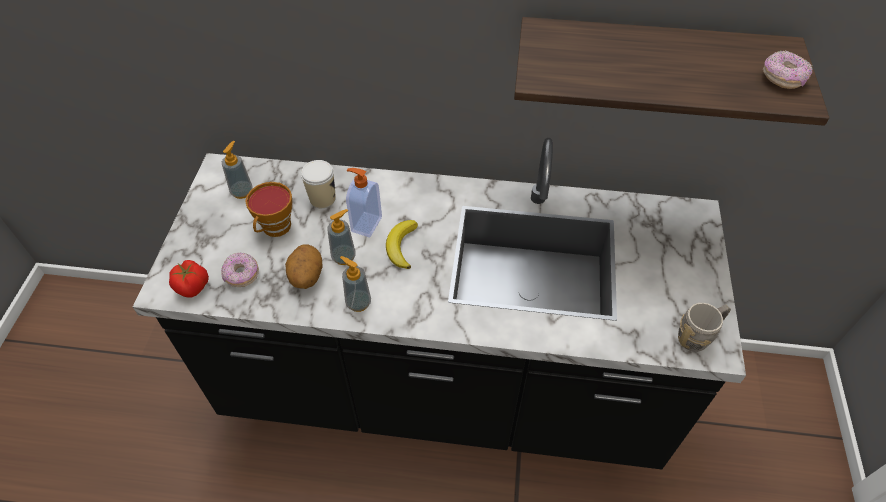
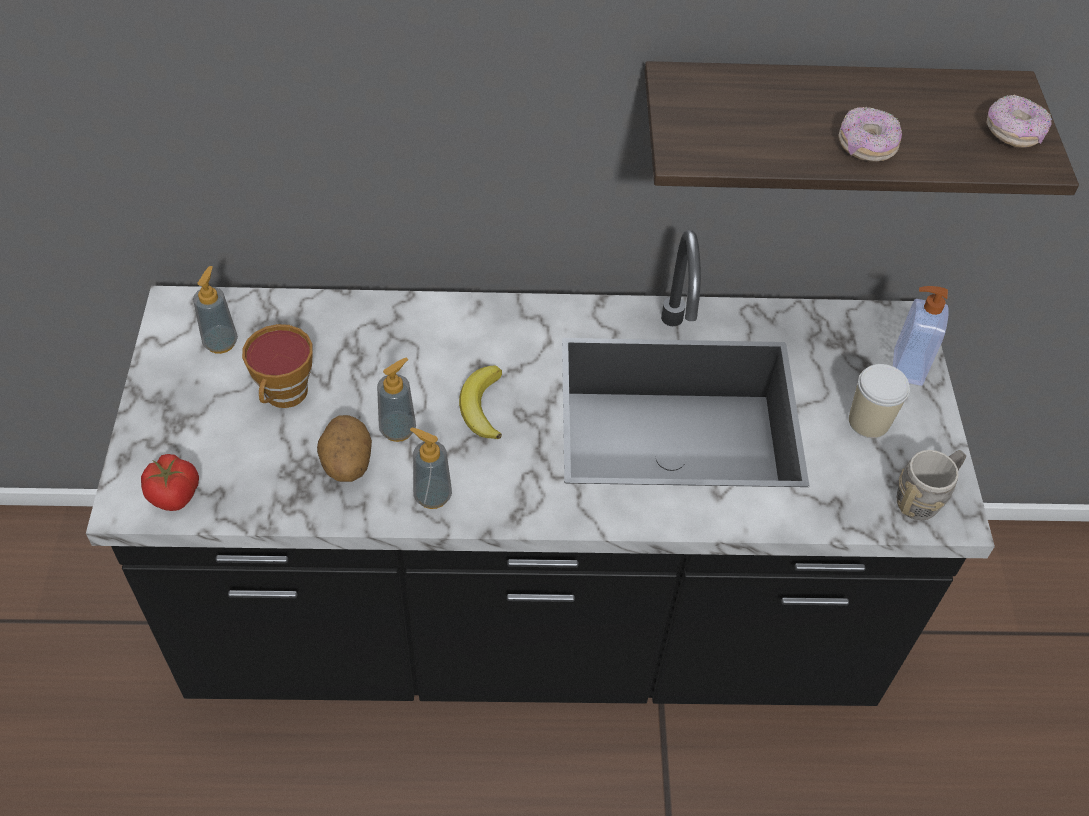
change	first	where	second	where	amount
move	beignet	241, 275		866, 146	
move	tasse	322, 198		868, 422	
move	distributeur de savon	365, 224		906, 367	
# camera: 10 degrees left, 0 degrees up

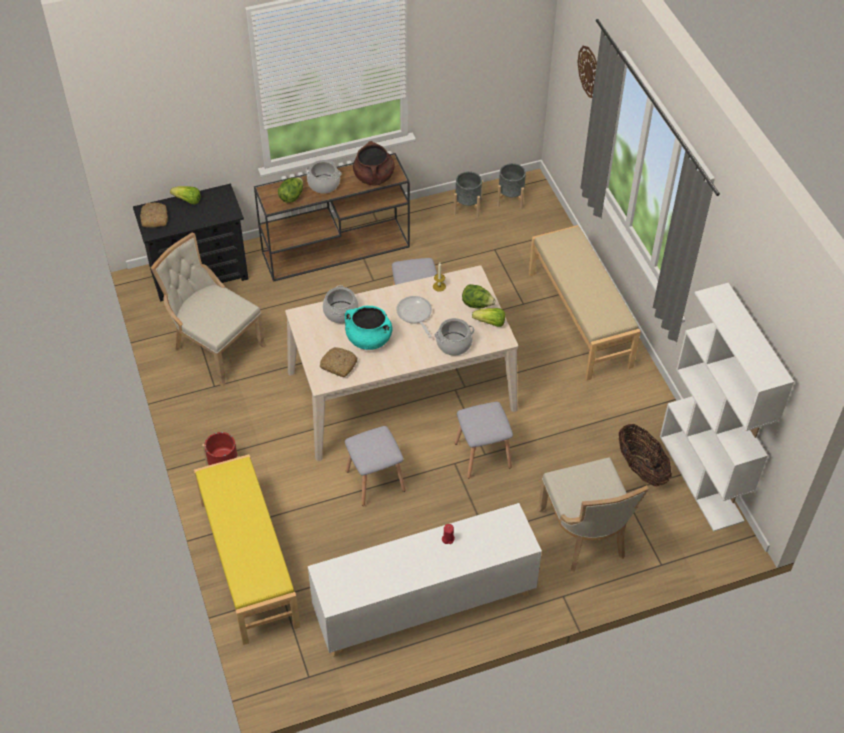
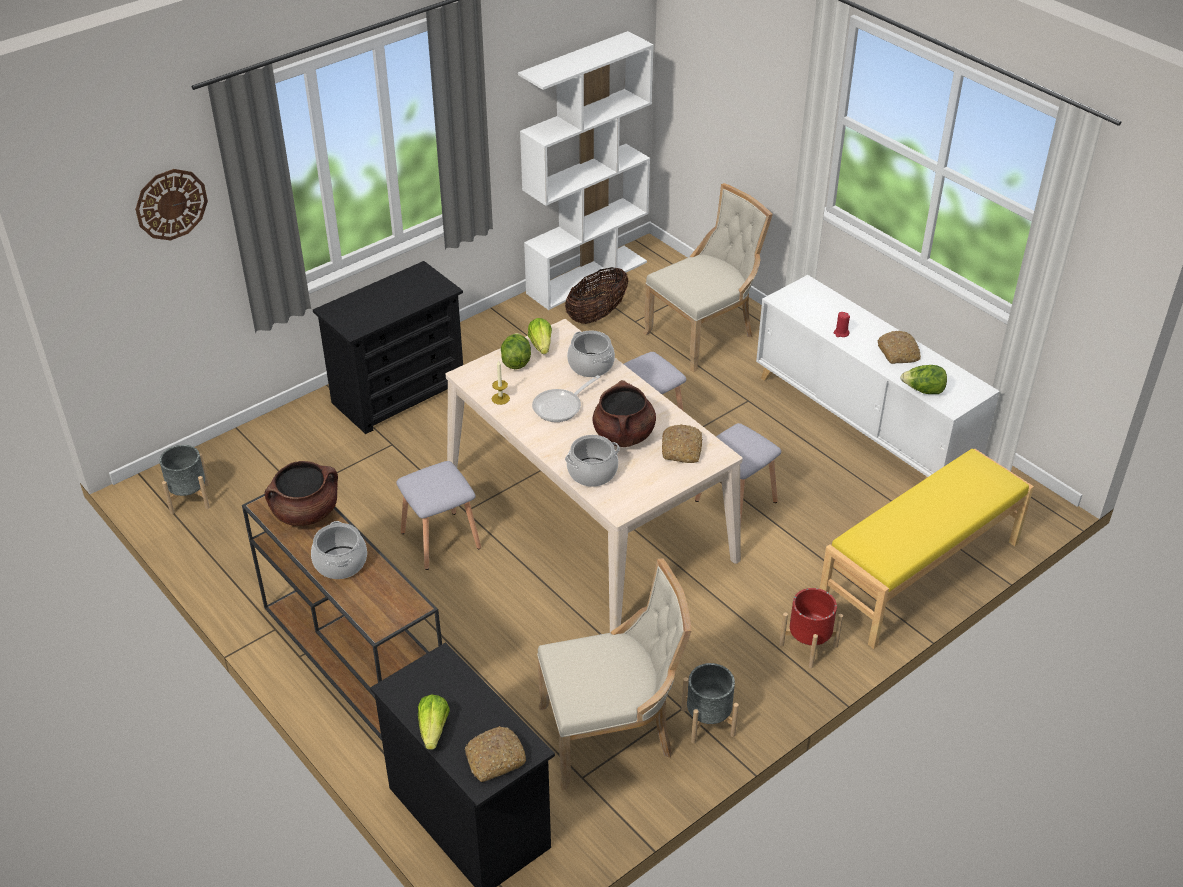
change	first	where	second	where	amount
rotate	chaise/beige	215, 347		611, 734	120 degrees counterclockwise
move	laitue	292, 196		923, 391	
recolor	marmite/turquoise	368, 339	marmite/marron	624, 435	
move	cache-pot/gris	467, 207		707, 722	
replace	banc/beige	580, 319	commode/noir	399, 393	
insert			pain	898, 353	
# camera: 110 degrees left, 10 degrees down

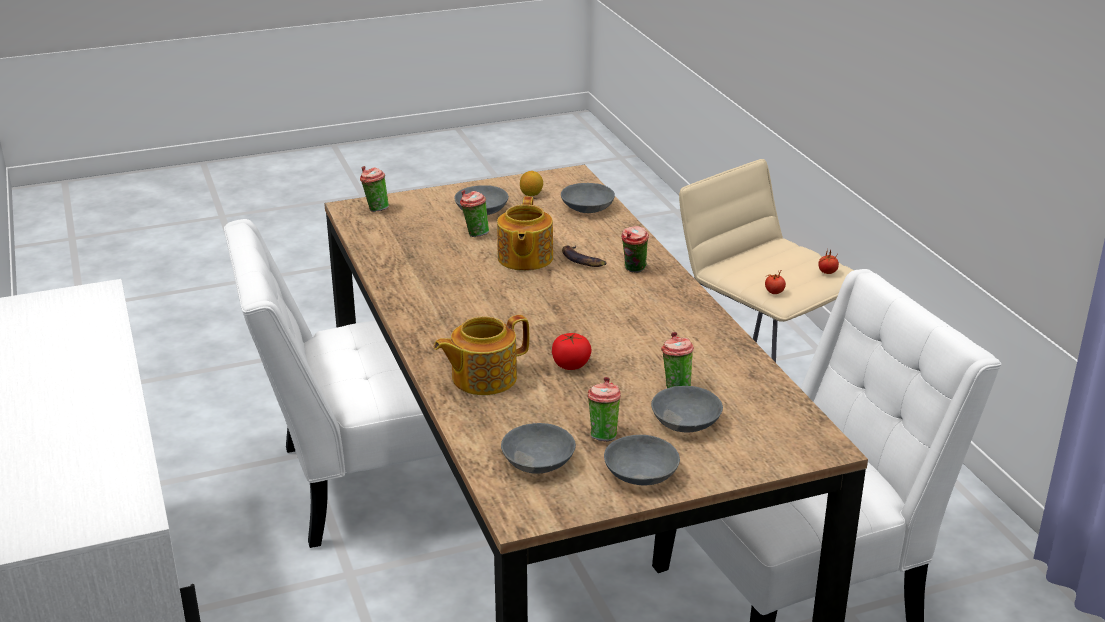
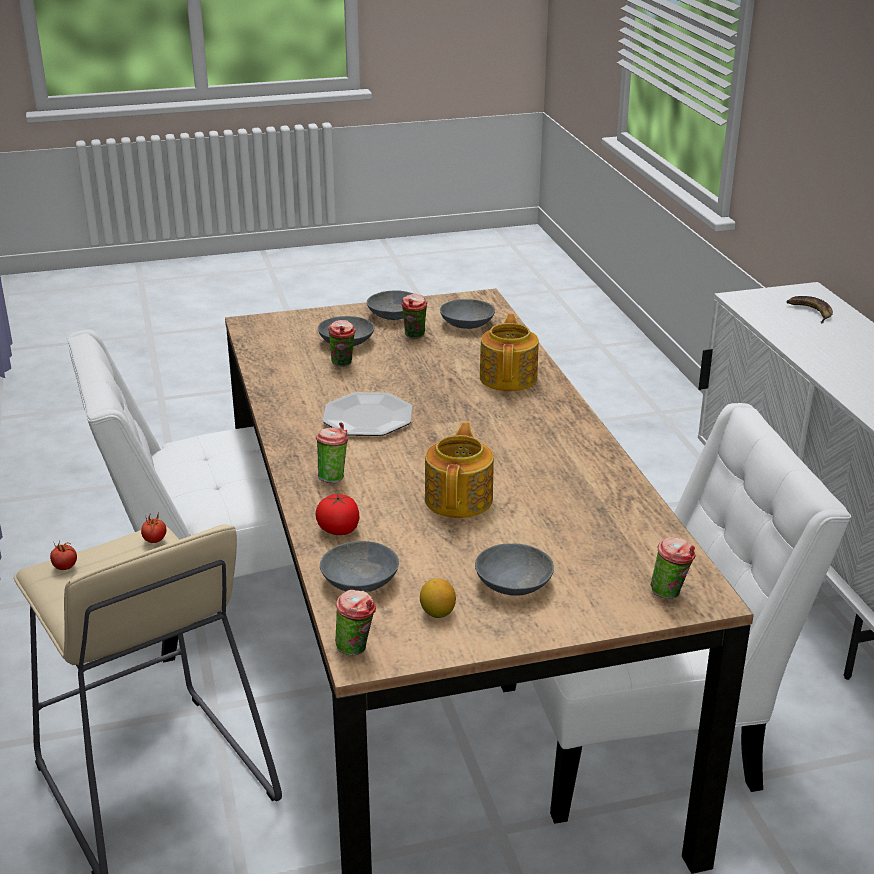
change	first	where	second	where	amount
rotate	théière	482, 378		509, 377	60 degrees counterclockwise
move	tasse	474, 234		357, 649	
move	tomate	571, 365		338, 530	
move	banane	582, 260		810, 312	
insert			assiette	368, 417	
# camera: 175 degrees left, 0 degrees up

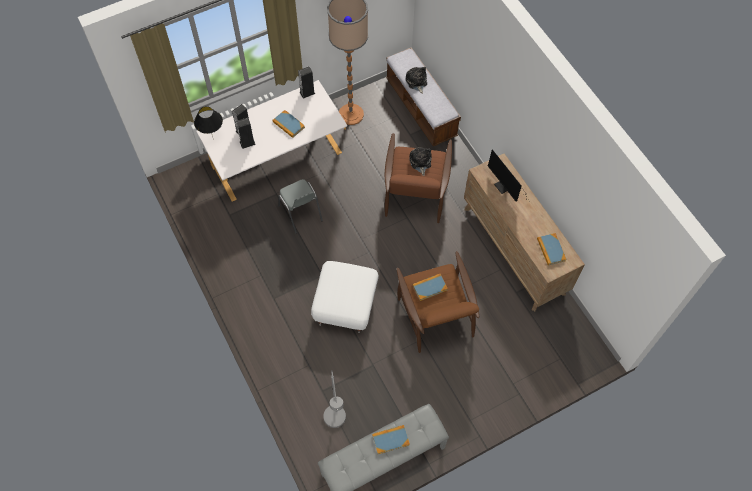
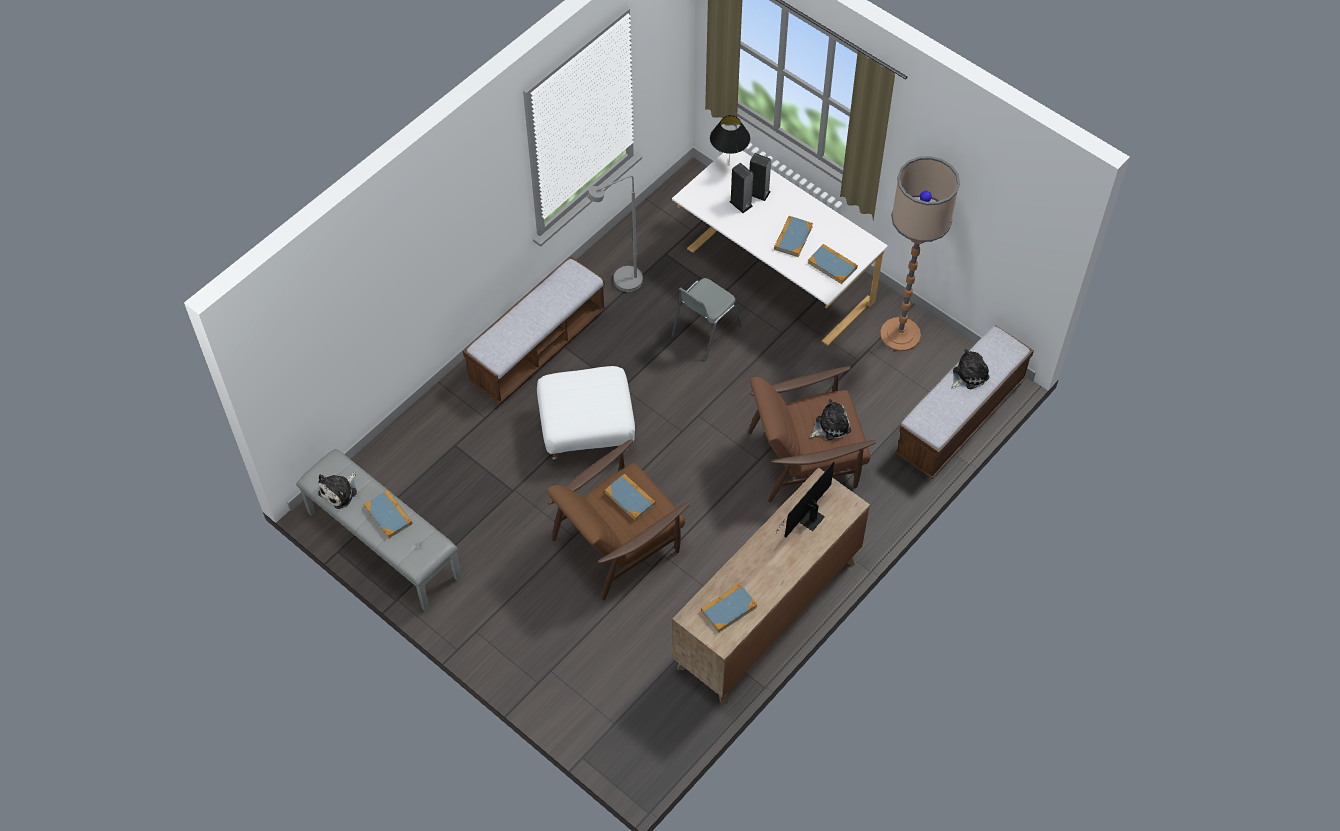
change	first	where	second	where	amount
delete	enceinte	307, 92			
move	lampadaire/gris	336, 423		621, 284	
insert			peluche	340, 491	
insert			banc	538, 347	
insert			livre	832, 265	
# camera: 70 degrees right, 5 degrees down

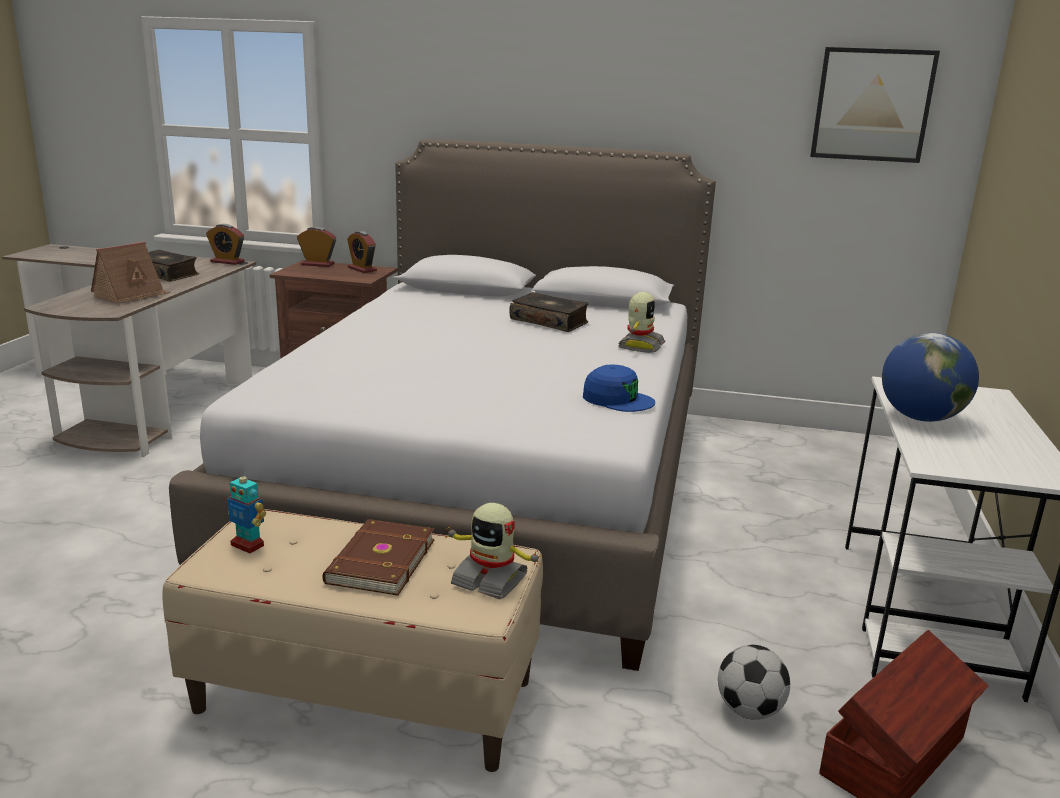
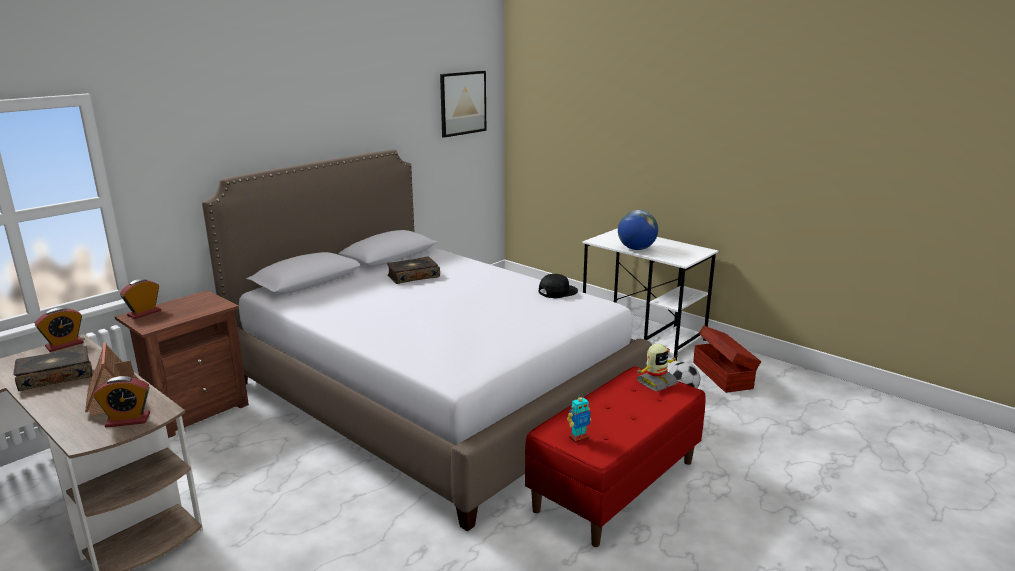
change	first	where	second	where	amount
recolor	banc/beige	366, 695	banc/rouge	615, 485	
delete	livre/marron	378, 561			
move	réveil	362, 269		128, 420	
recolor	casquette/bleu	617, 399	casquette/noir	557, 291	
delete	robot jouet	640, 346			
# camera: 60 degrees left, 0 degrees up

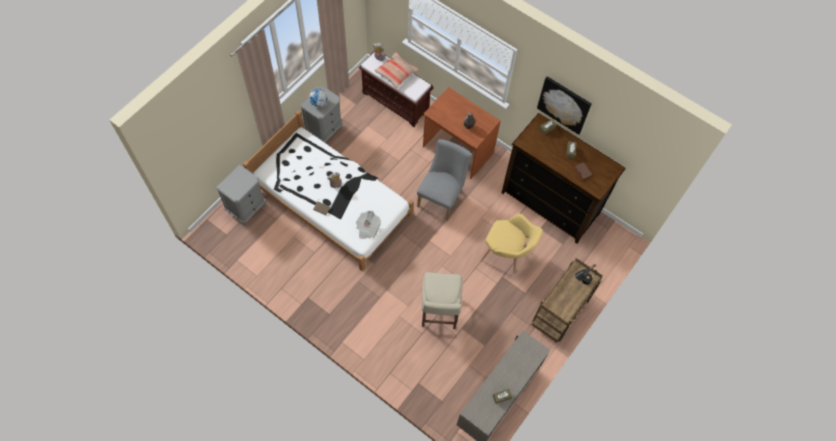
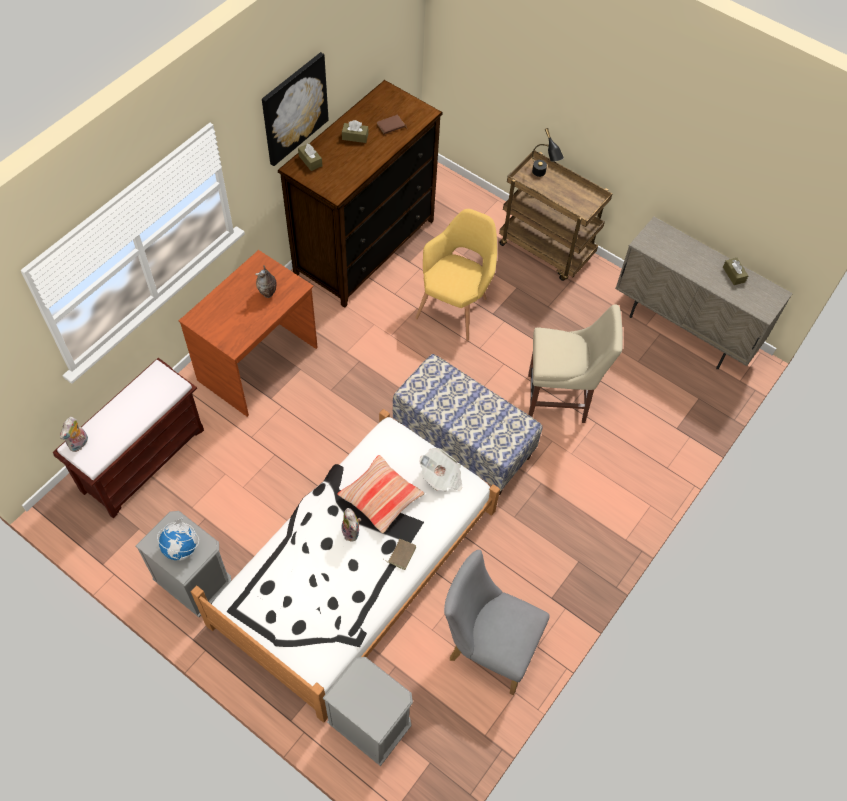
change	first	where	second	where	amount
move	coussin	396, 73		380, 497	
move	chaise/gris	442, 197		487, 646	
insert			banc	462, 441	
# camera: 90 degrees left, 5 degrees down

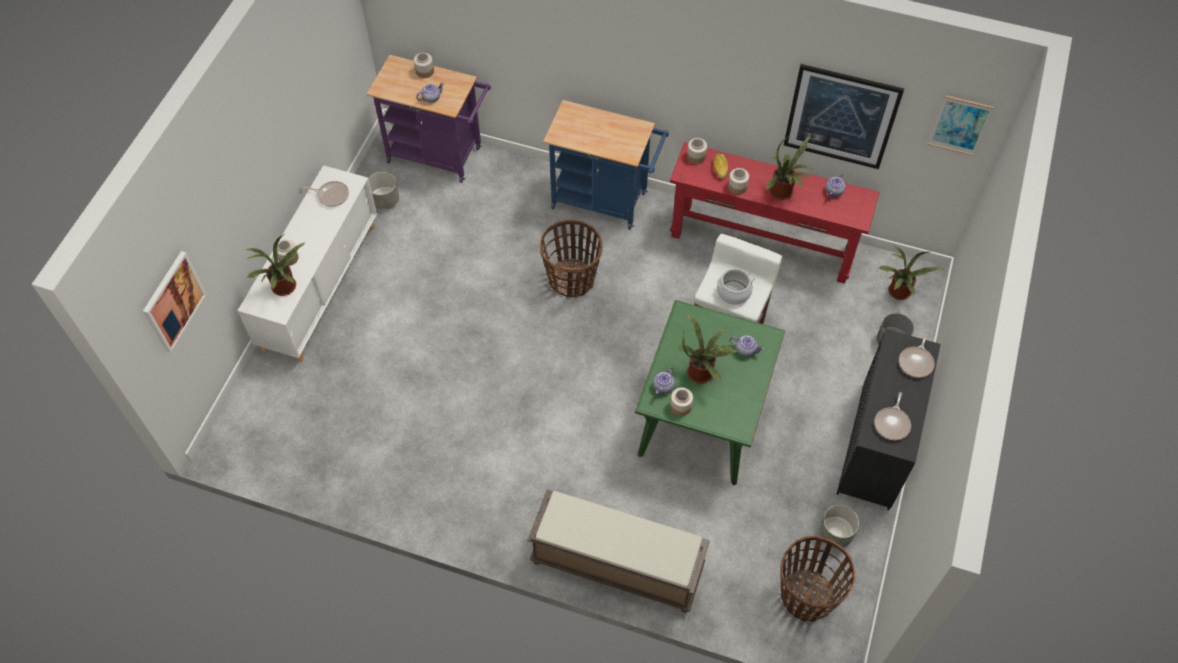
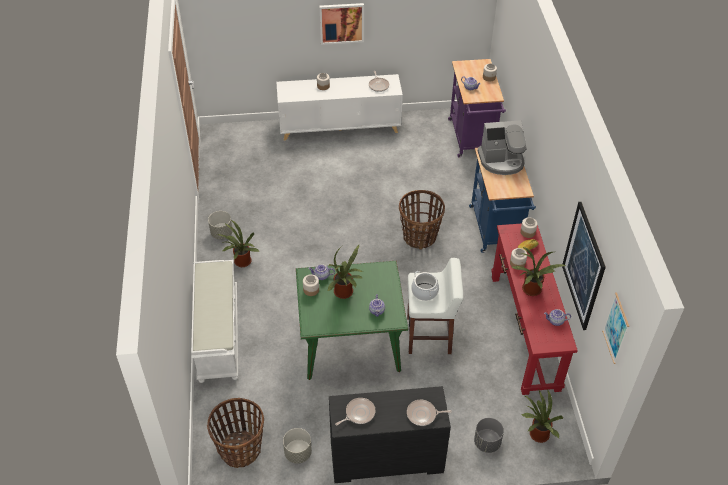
change	first	where	second	where	amount
move	tableau	173, 301		341, 23	
move	plante en pot	285, 289		241, 262	
move	cache-pot/gris	385, 200		221, 233	
recolor	banc/marron	615, 565	banc/blanc	217, 333	
rotate	poêle	892, 423		358, 413	150 degrees clockwise
insert			machine à café	501, 161	
# camera: 65 degrees right, 10 degrees down

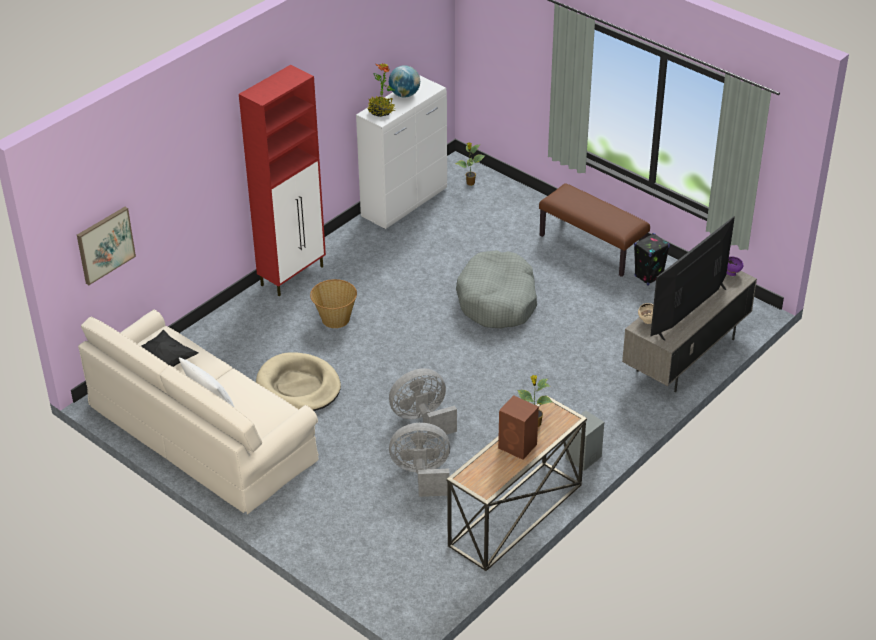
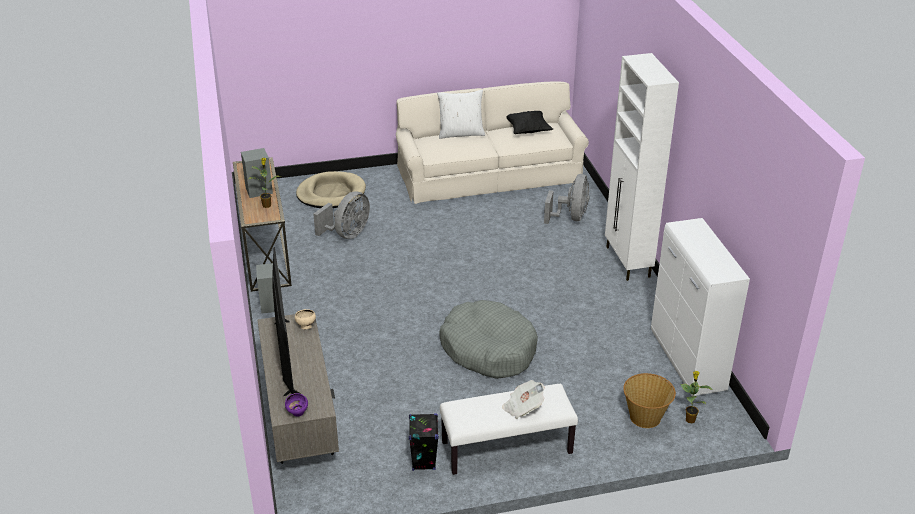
change	first	where	second	where	amount
delete	tableau	105, 245			
recolor	meuble de rangement/rouge	293, 275	meuble de rangement/blanc	628, 262	
move	panier pour chien/beige	298, 386		331, 193	
move	panier	335, 319		645, 417	
delete	plante en pot	381, 111			
delete	globe	404, 95			
move	ventilateur/gris	422, 420		571, 217	
recolor	enceinte/marron	518, 446	enceinte/gris	258, 190	
recolor	banc/marron	592, 247	banc/blanc	506, 448	
insert			journal	523, 407	
# camera: 125 degrees right, 5 degrees down

